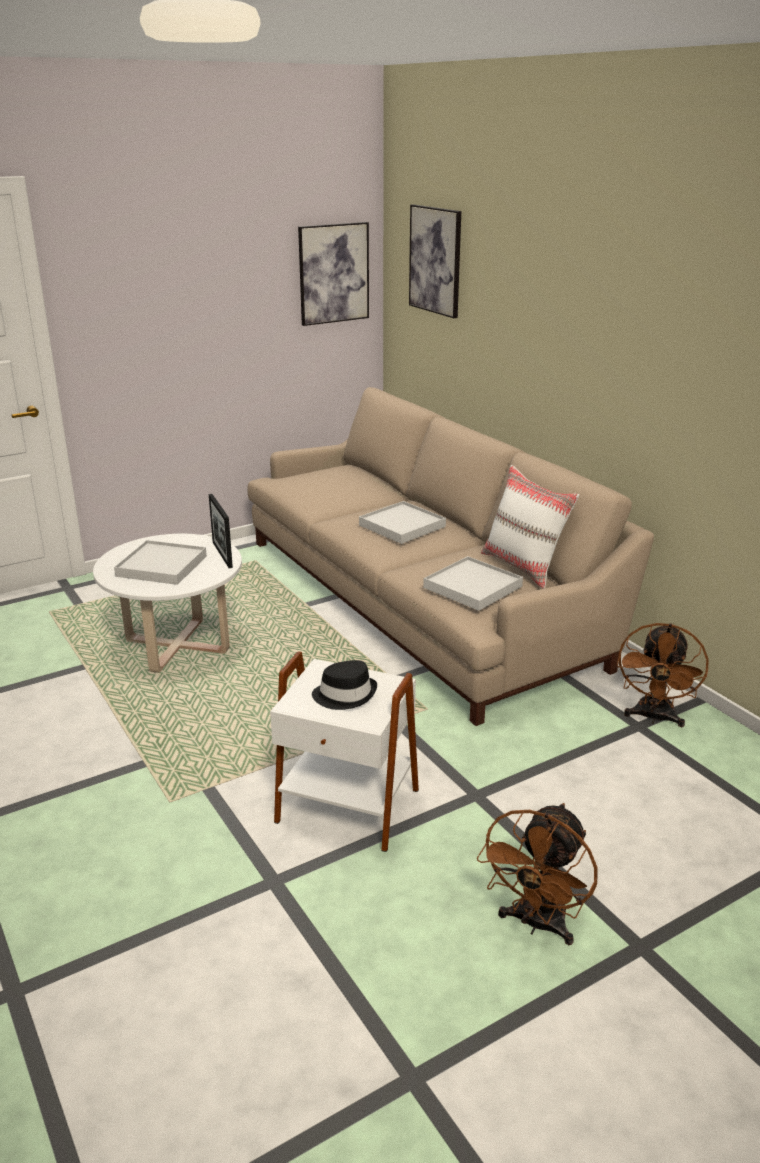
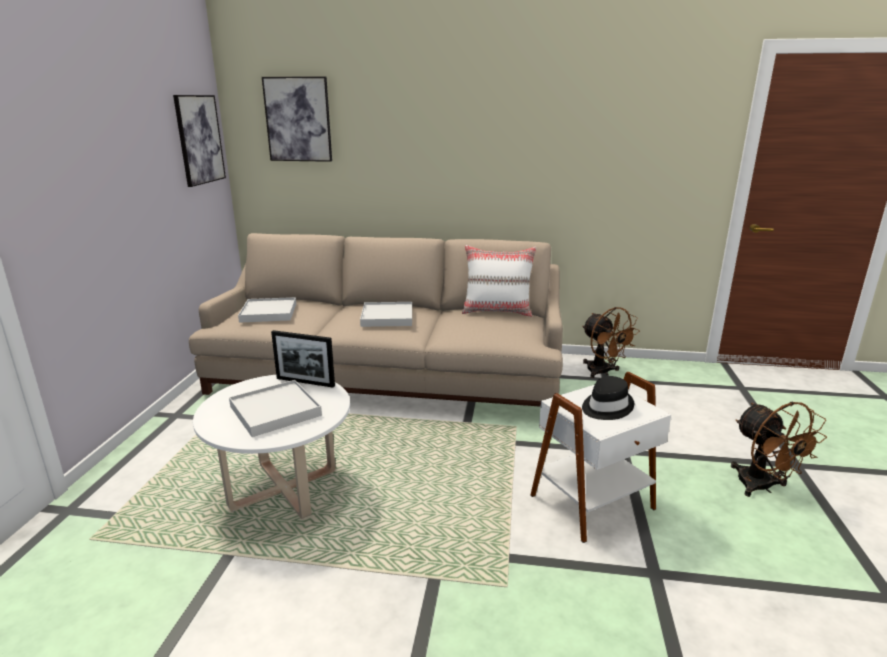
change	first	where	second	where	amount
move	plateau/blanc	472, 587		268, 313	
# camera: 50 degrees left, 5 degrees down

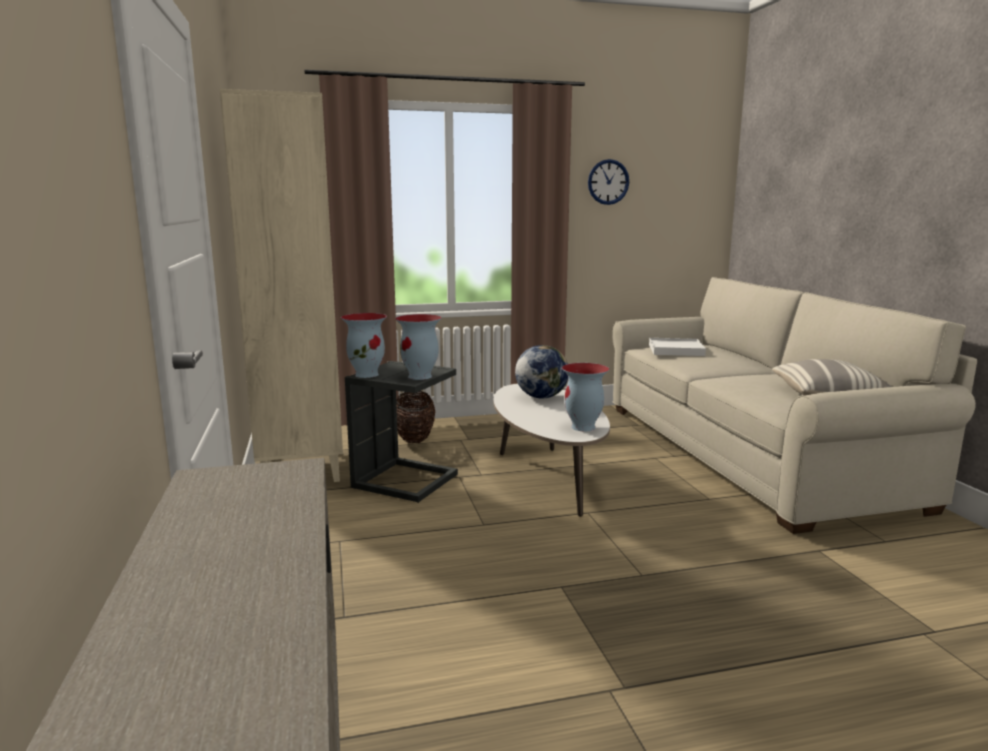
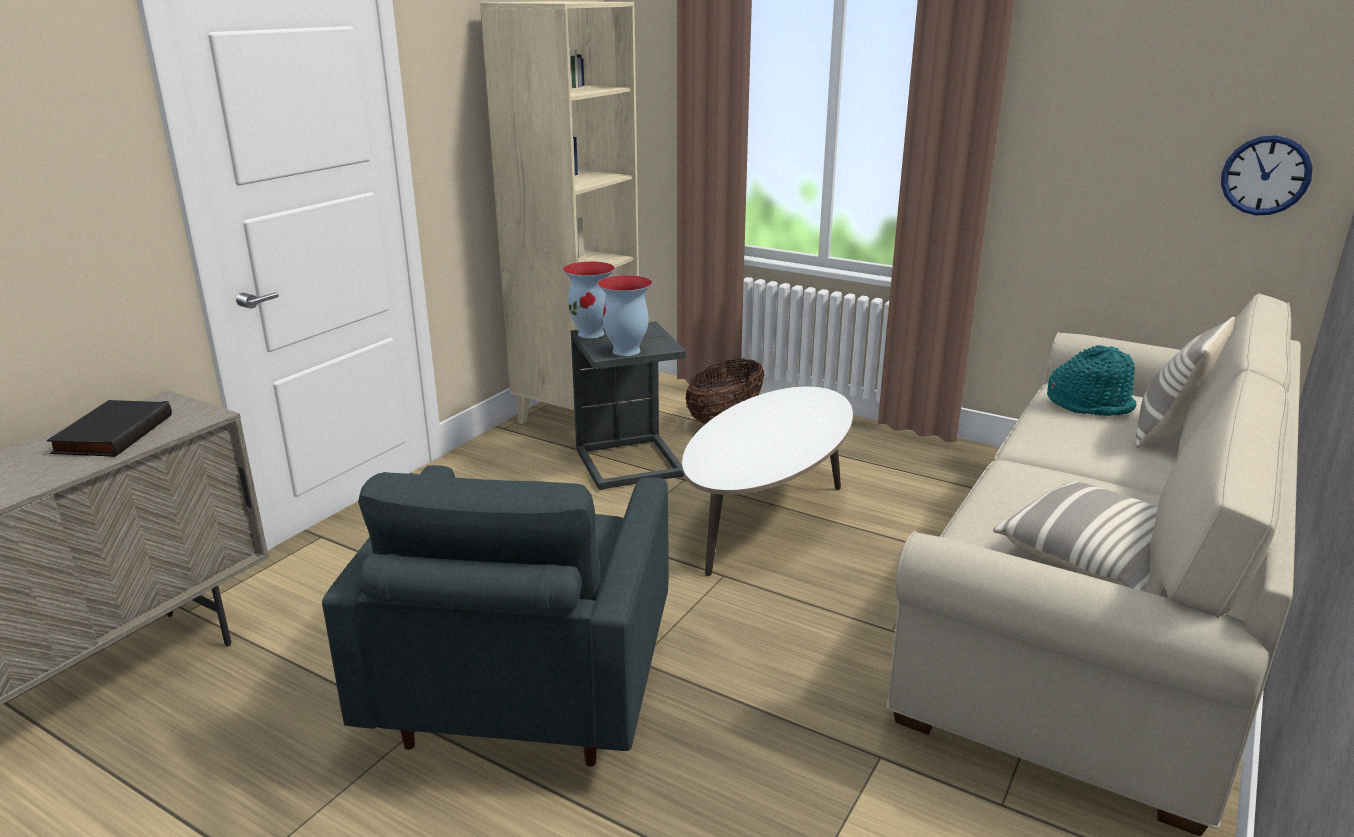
change	first	where	second	where	amount
delete	globe	541, 397			
delete	vase	583, 427			
move	horloge murale	608, 182		1265, 175	
replace	plateau/blanc	675, 350	chapeau/turquoise	1090, 404	
insert			livre/noir	112, 433	
insert			fauteuil/gris	522, 691	
insert			coussin	1168, 433	
# camera: 45 degrees right, 10 degrees up

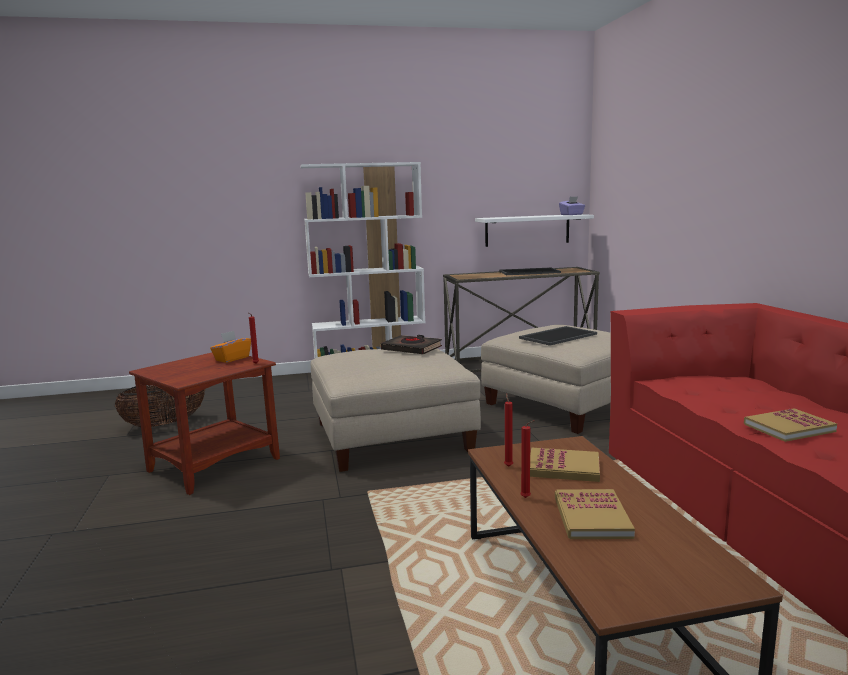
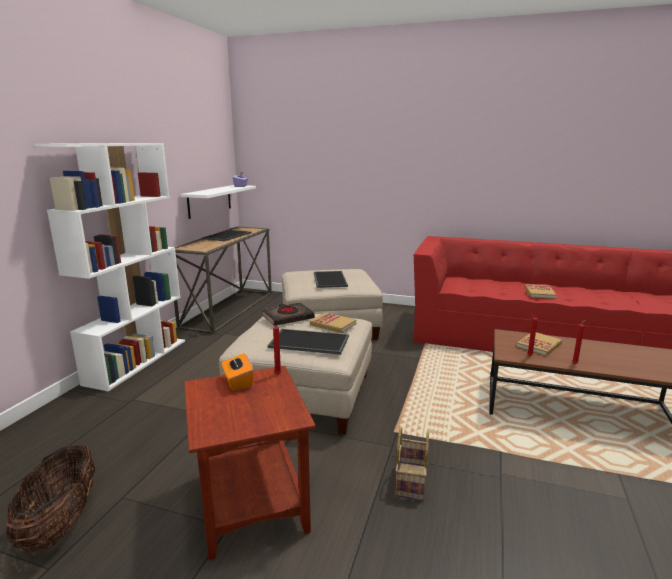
change	first	where	second	where	amount
move	livre	591, 517		333, 324	
insert			plateau	308, 342	
insert			panier	410, 480	
# camera: 60 degrees left, 5 degrees up

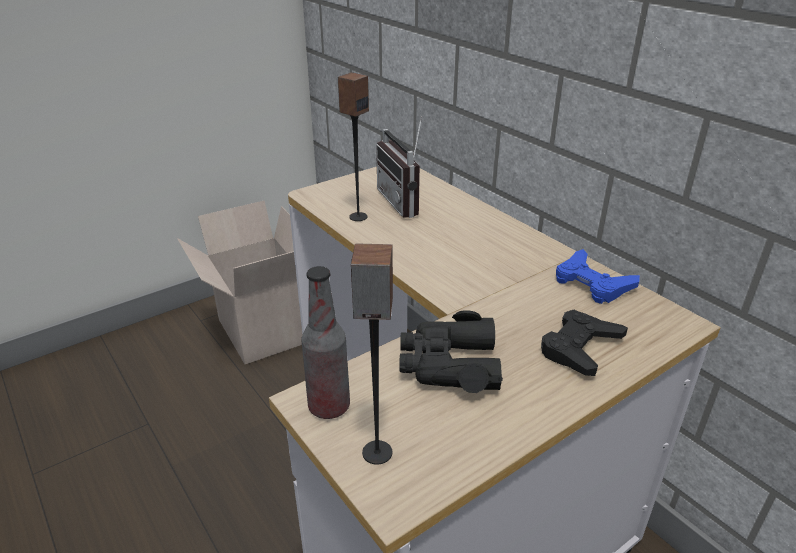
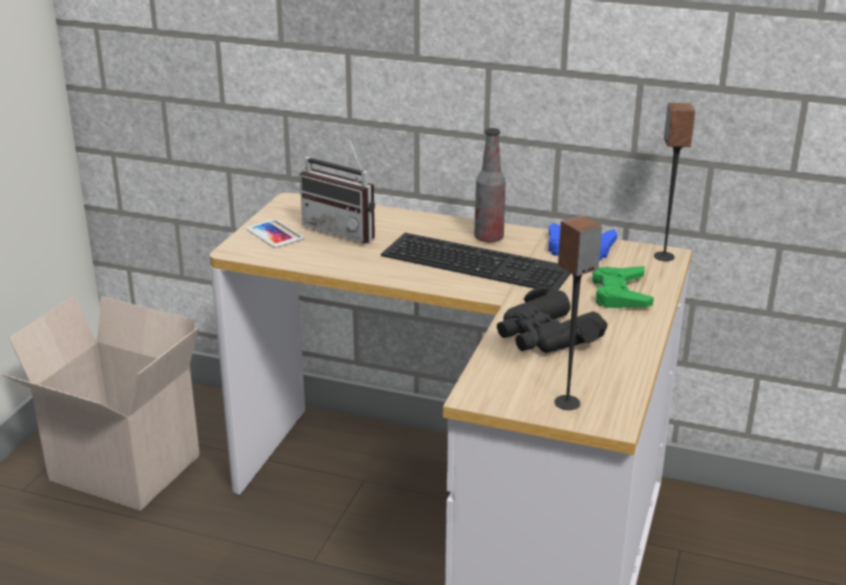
change	first	where	second	where	amount
move	bouteille	329, 406		488, 238	
move	enceinte	358, 217		663, 256	
recolor	manette/noir	580, 348	manette/vert	620, 294	
insert			téléphone	274, 234	
insert			clavier	479, 261	
# camera: 35 degrees left, 5 degrees down

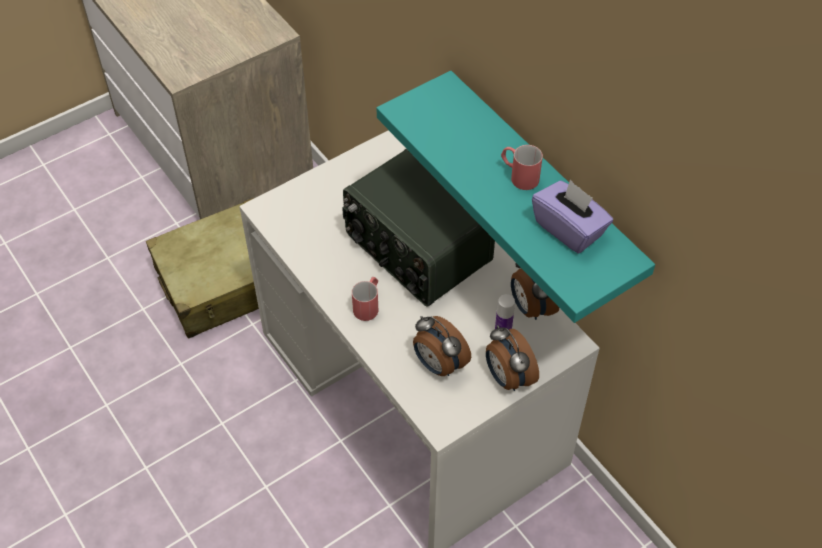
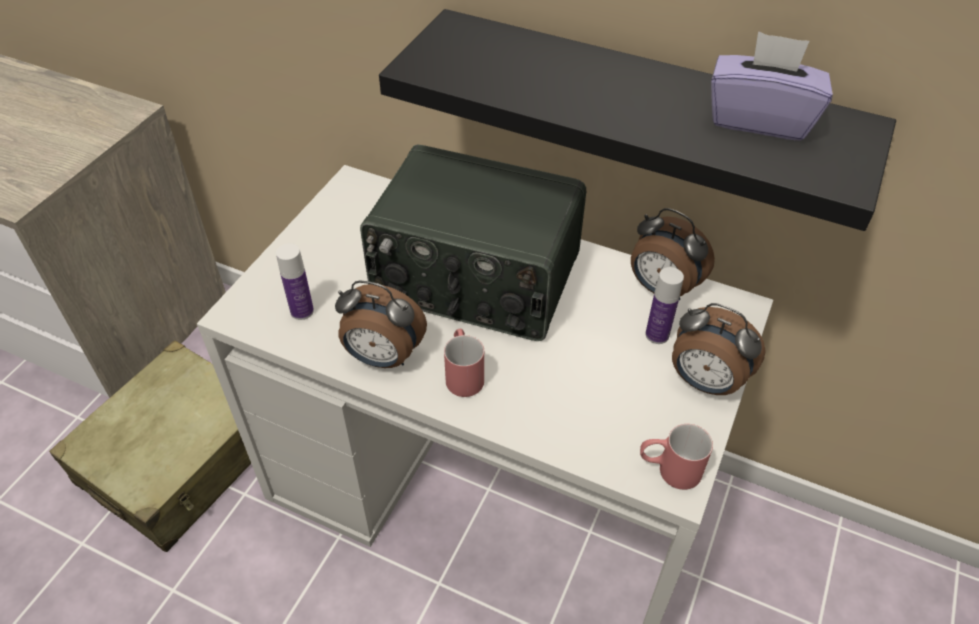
change	first	where	second	where	amount
recolor	étagère/turquoise	542, 188	étagère/noir	644, 112	
move	réveil	438, 364		382, 357	
move	mug/rouge	518, 176		668, 469	
insert			bouteille	302, 311	
# camera: 30 degrees left, 5 degrees down

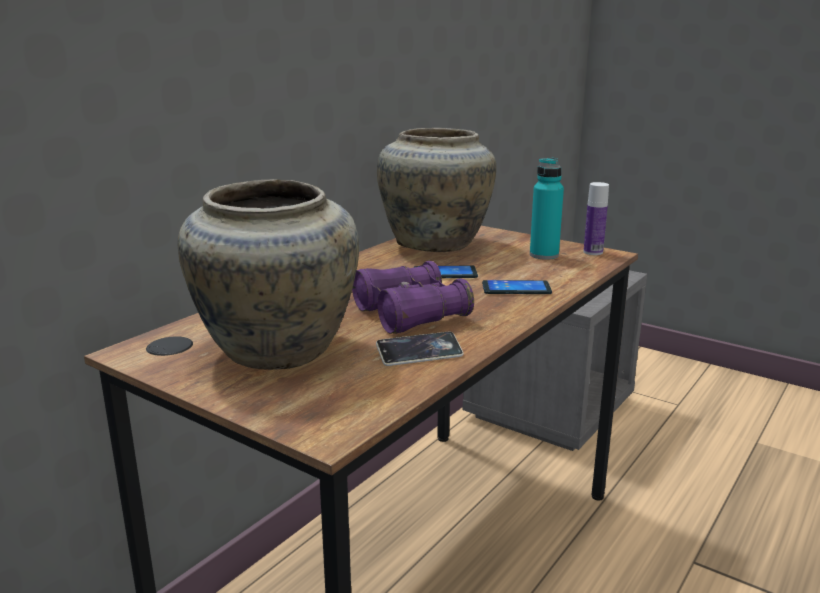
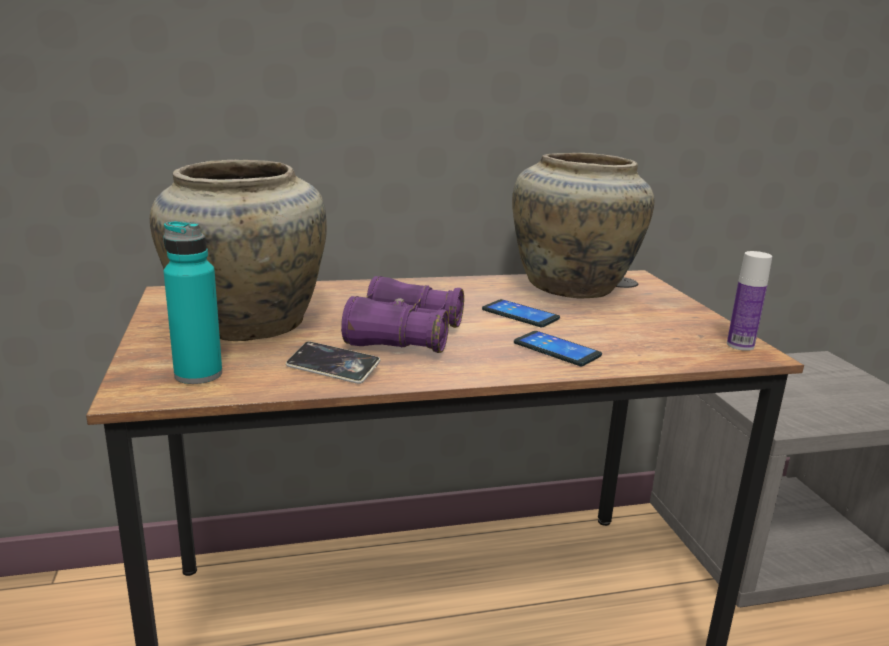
change	first	where	second	where	amount
move	bouteille/turquoise	544, 255		198, 374	
# camera: 40 degrees right, 0 degrees up

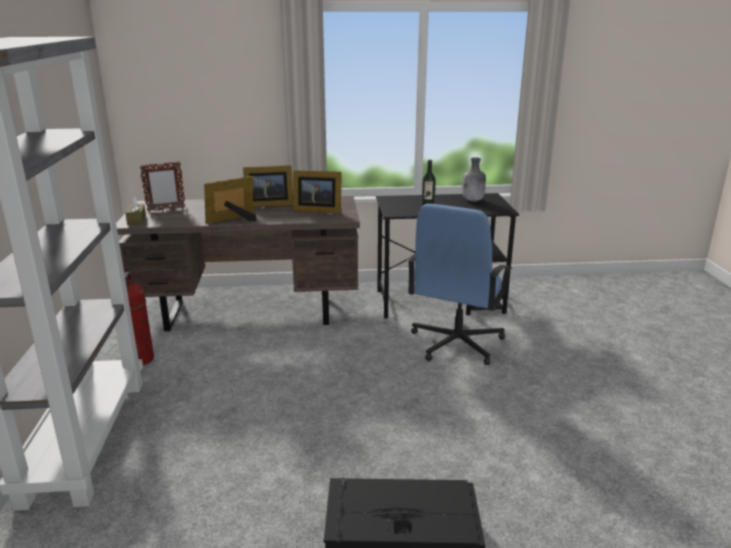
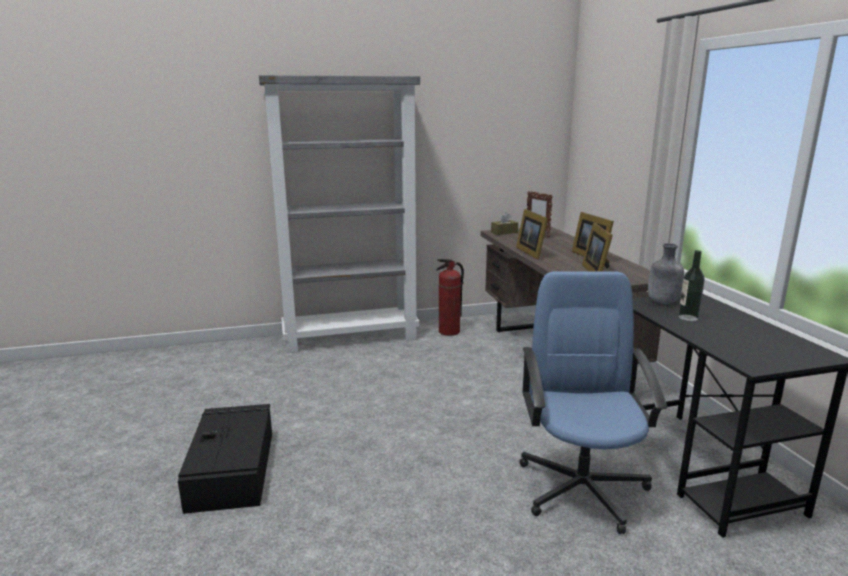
change	first	where	second	where	amount
rotate	cadre photo	234, 220		532, 252	150 degrees counterclockwise
rotate	chaise de bureau/bleu	456, 343		582, 487	75 degrees clockwise
move	bouteille/gris	473, 200		662, 302	
# camera: 80 degrees right, 5 degrees down

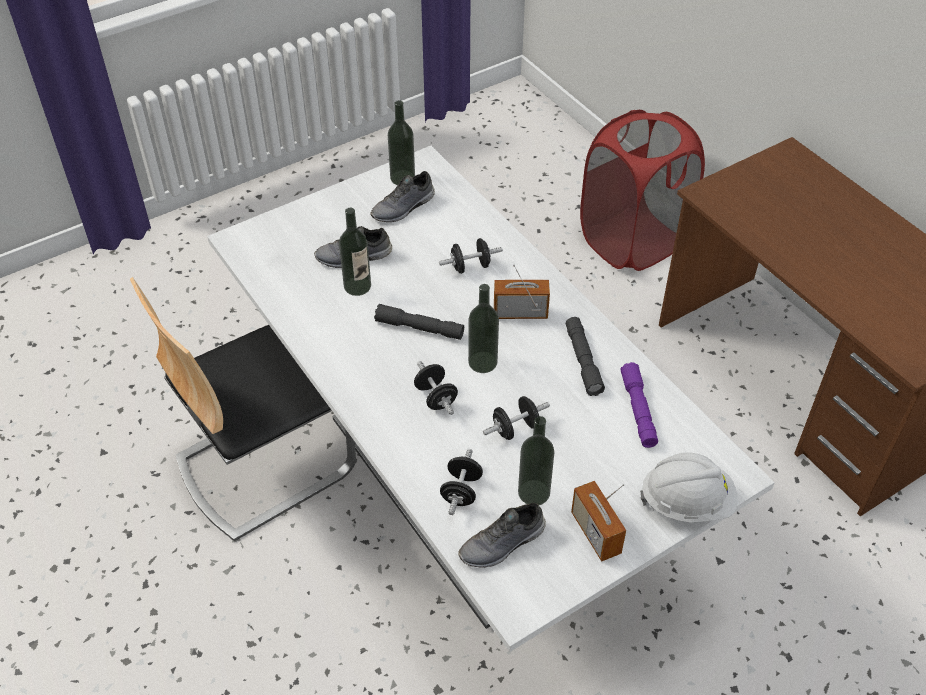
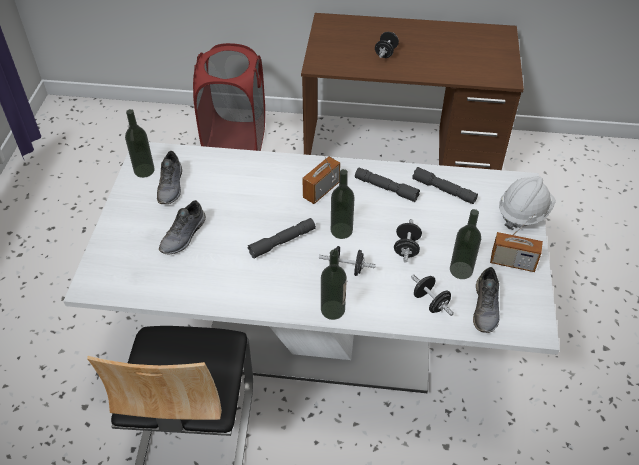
change	first	where	second	where	amount
move	bouteille	357, 286		332, 310	
move	haltère/noir	470, 266		386, 53	
recolor	lampe de poche/violet	638, 410	lampe de poche/gris	444, 190	
# camera: 50 degrees left, 0 degrees up

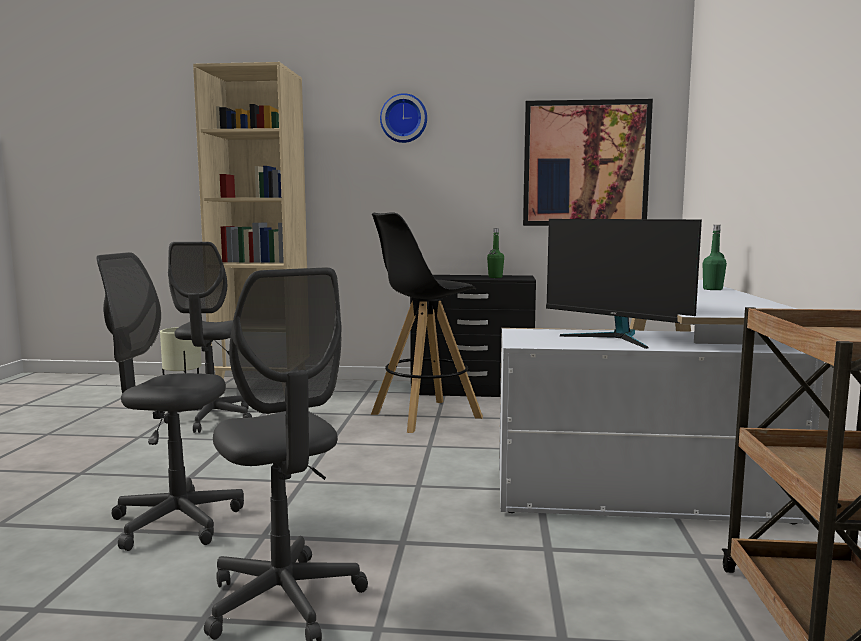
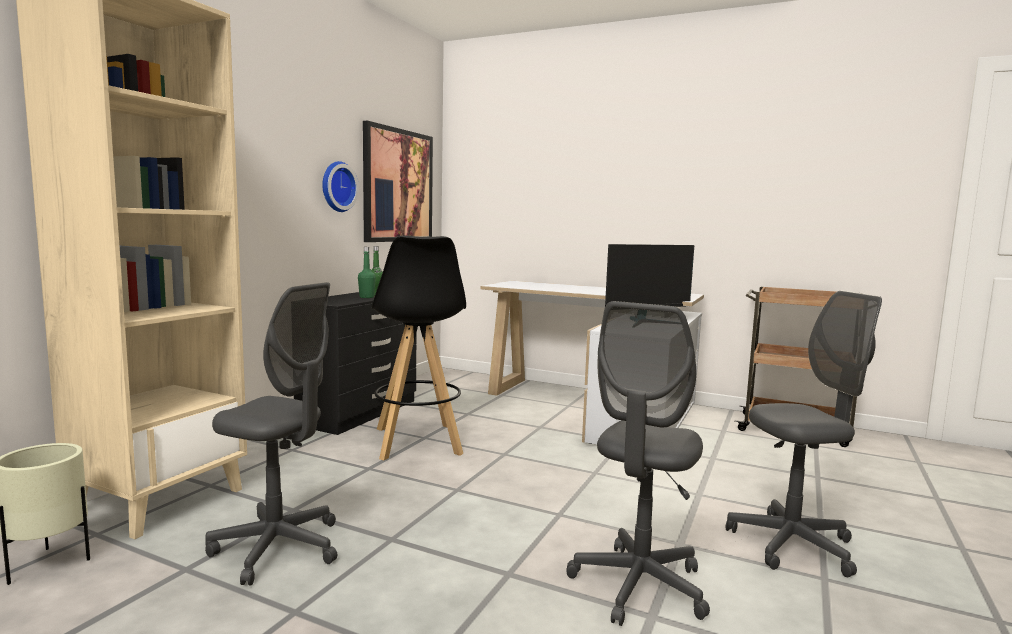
change	first	where	second	where	amount
move	horloge murale	404, 118		336, 186	
move	bouteille/vert	712, 289		366, 297	
# camera: 70 degrees left, 0 degrees up

